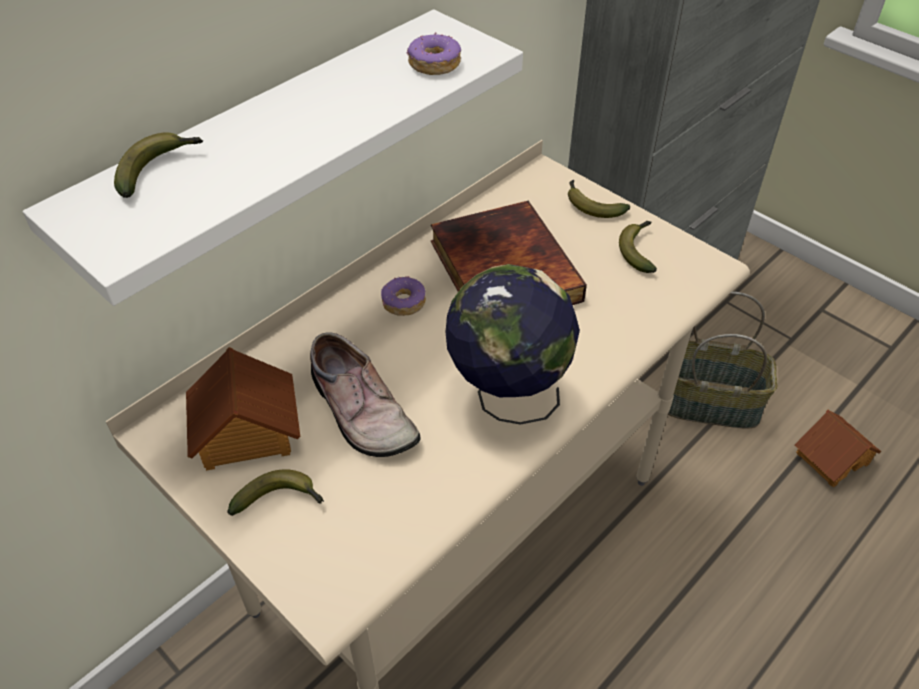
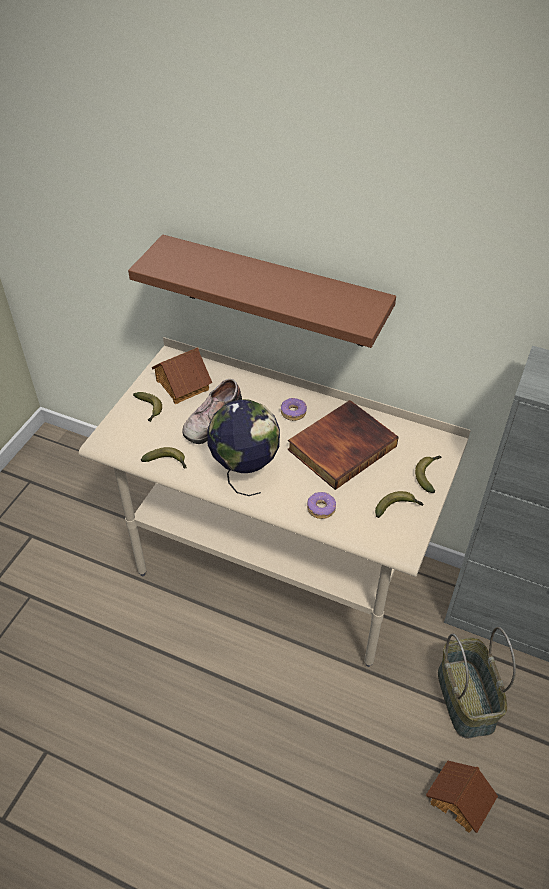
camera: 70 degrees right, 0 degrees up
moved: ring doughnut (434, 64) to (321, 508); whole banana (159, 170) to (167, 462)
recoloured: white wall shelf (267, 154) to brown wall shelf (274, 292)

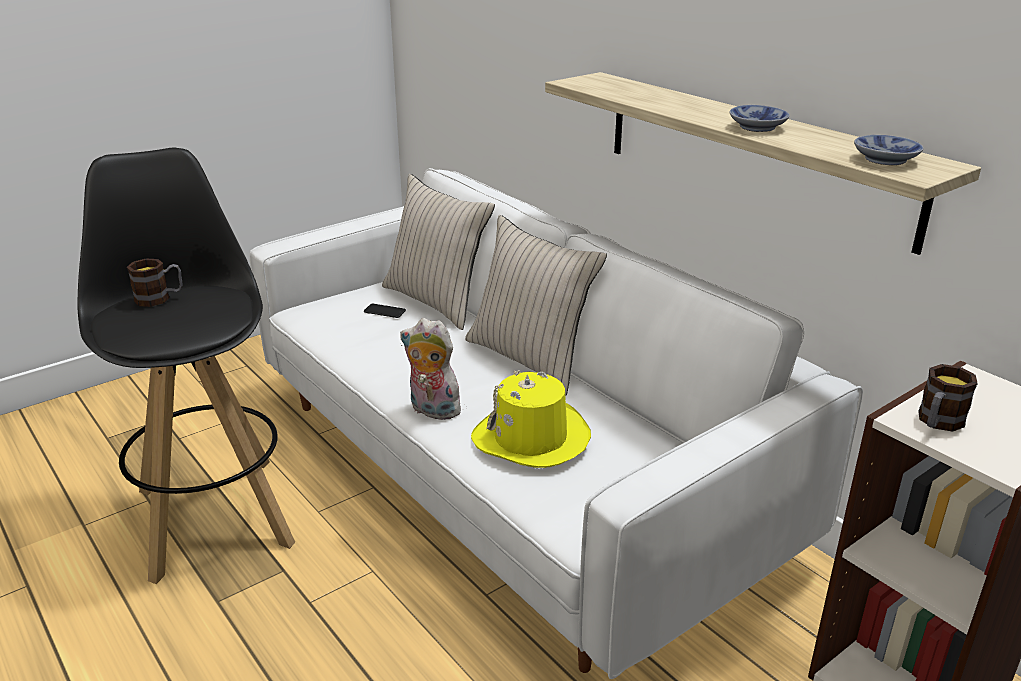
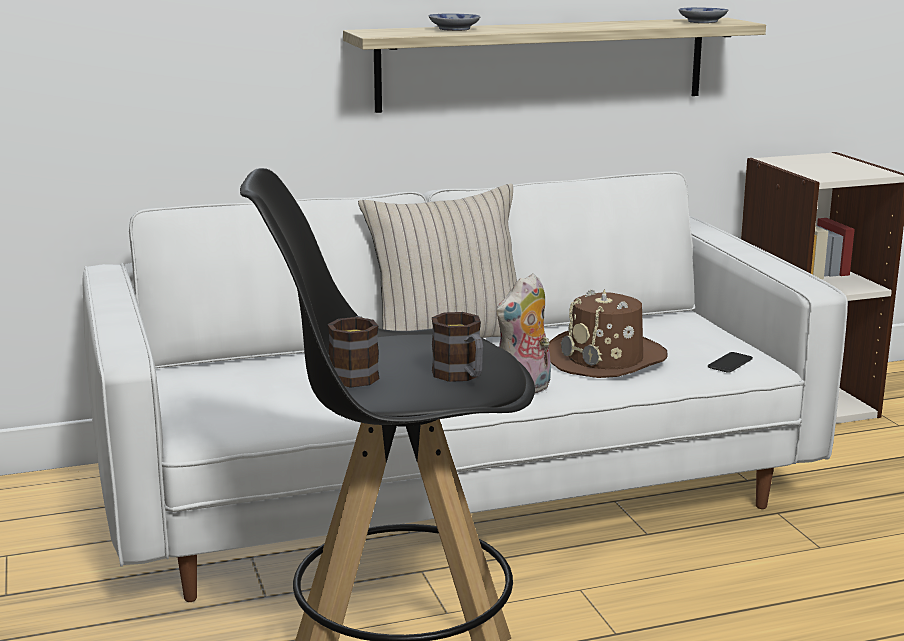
camera: 70 degrees left, 10 degrees down
removed: sand-coloured pillow (437, 301)
moved: serving bowl (755, 127) to (452, 29); telephone (384, 311) to (730, 363); tea mug (937, 423) to (461, 376)
recoloured: yellow clothing hat (531, 438) to brown clothing hat (606, 359)

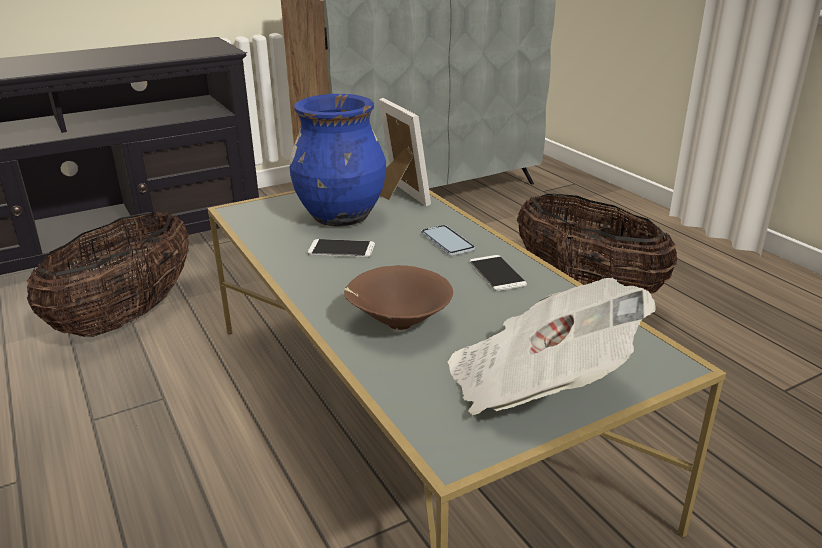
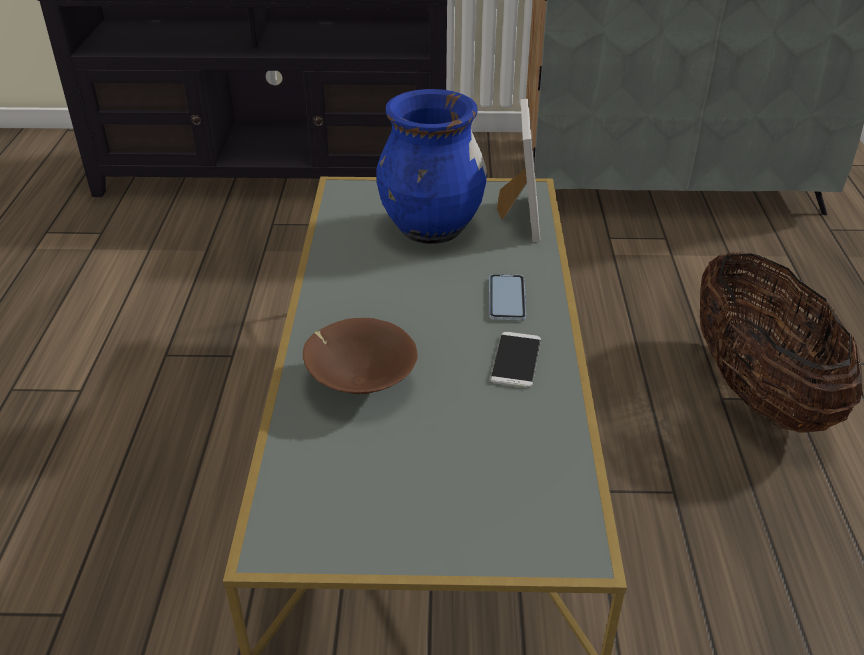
camera: 30 degrees right, 10 degrees up
removed: storage basket (127, 316); telephone (341, 249); daily paper (537, 385)

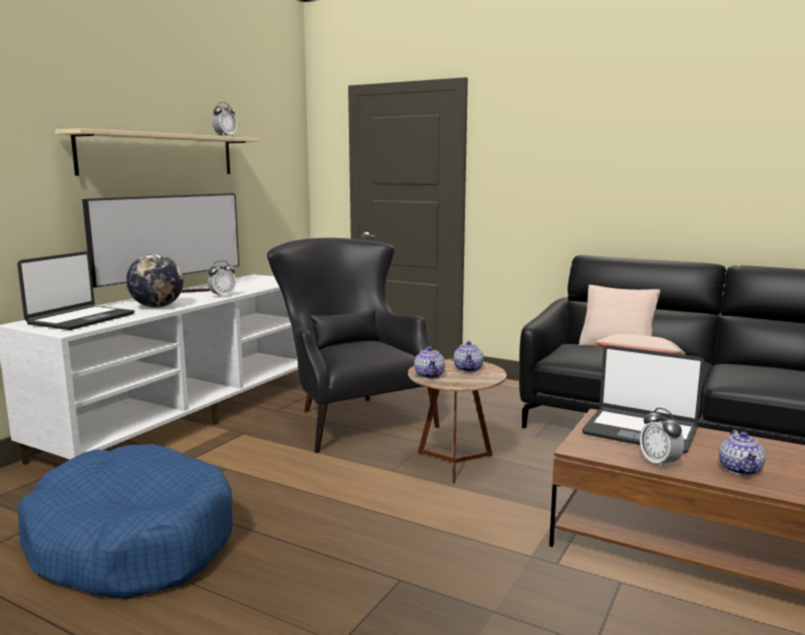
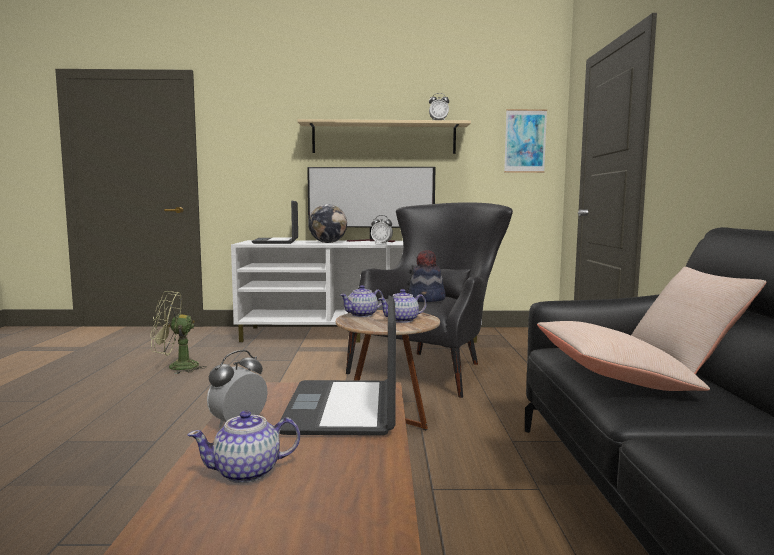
camera: 60 degrees right, 5 degrees down
added: wall picture (525, 141); clothing hat (427, 299)
replaced: blue dog bed (131, 543) to green-coloured cooling fan (176, 367)
turned: notebook computer (80, 319) = (277, 242) 90 degrees clockwise

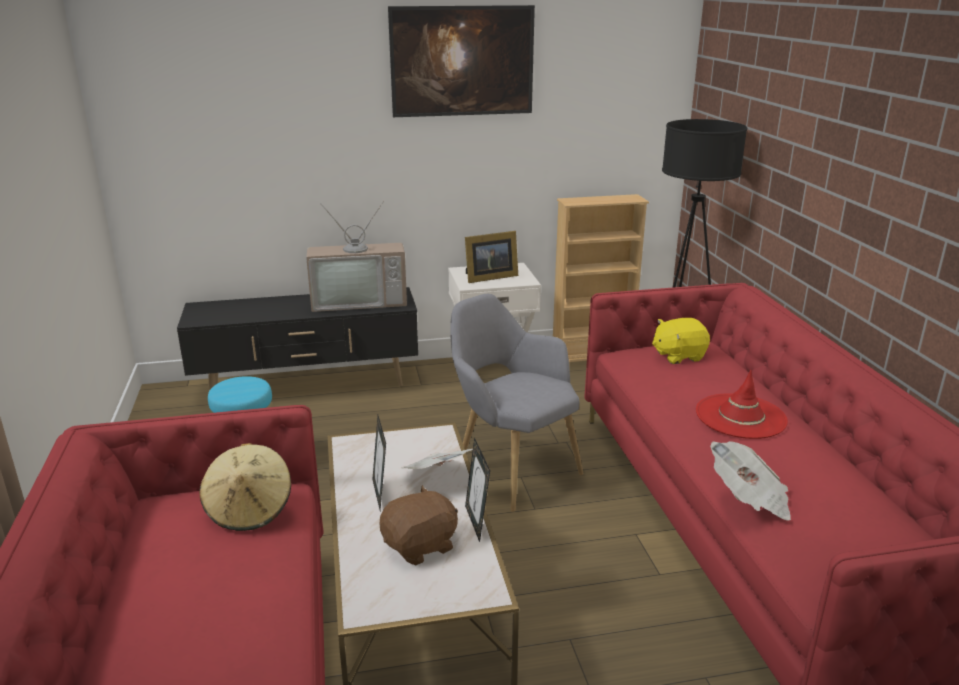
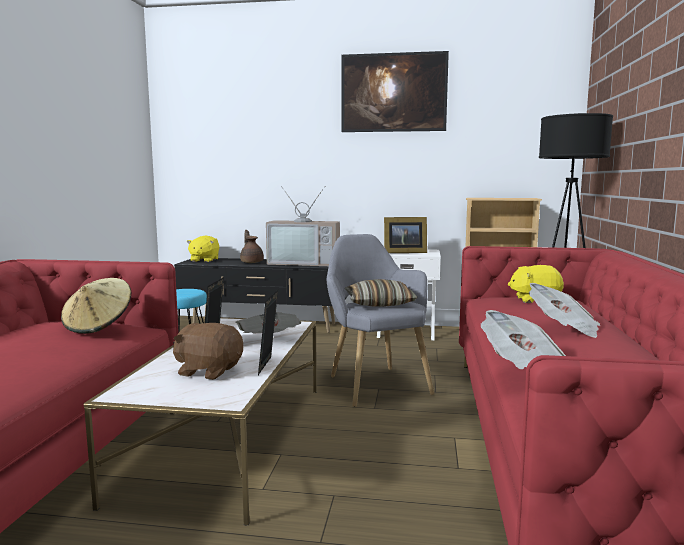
camera: 20 degrees right, 15 degrees down
added: brown tea pot (252, 262); yellow soft toy (204, 260); pillow (379, 303)
replaced: red clothing hat (740, 416) to daily paper (563, 328)
turned: brown soft toy (420, 546) = (209, 371) 150 degrees counterclockwise

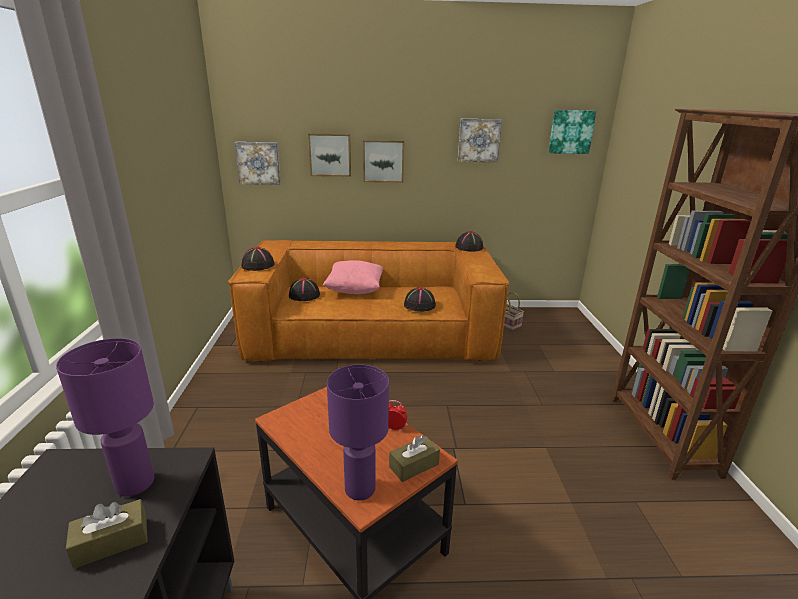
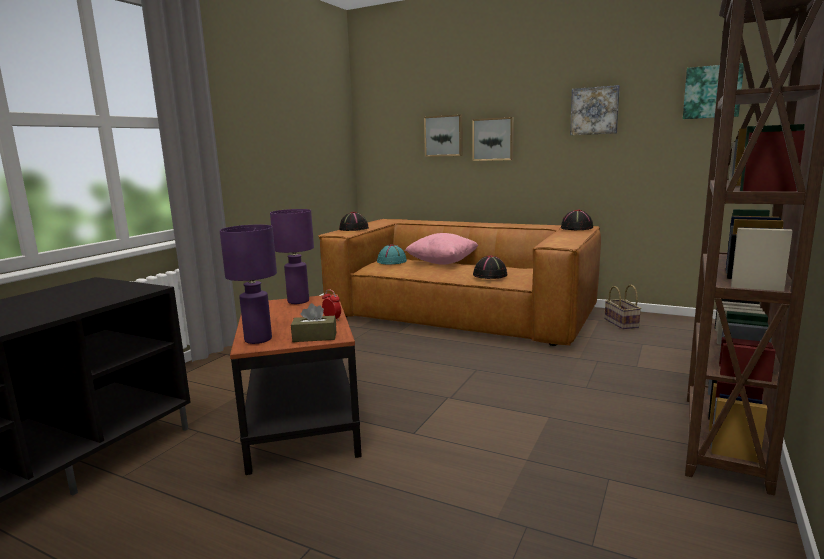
camera: 30 degrees right, 10 degrees down
removed: wall picture (258, 163); brown tissue box (112, 542)
moved: purple tabletop lamp (136, 483) to (299, 301)
recoloured: black clothing hat (304, 295) to turquoise clothing hat (392, 261)

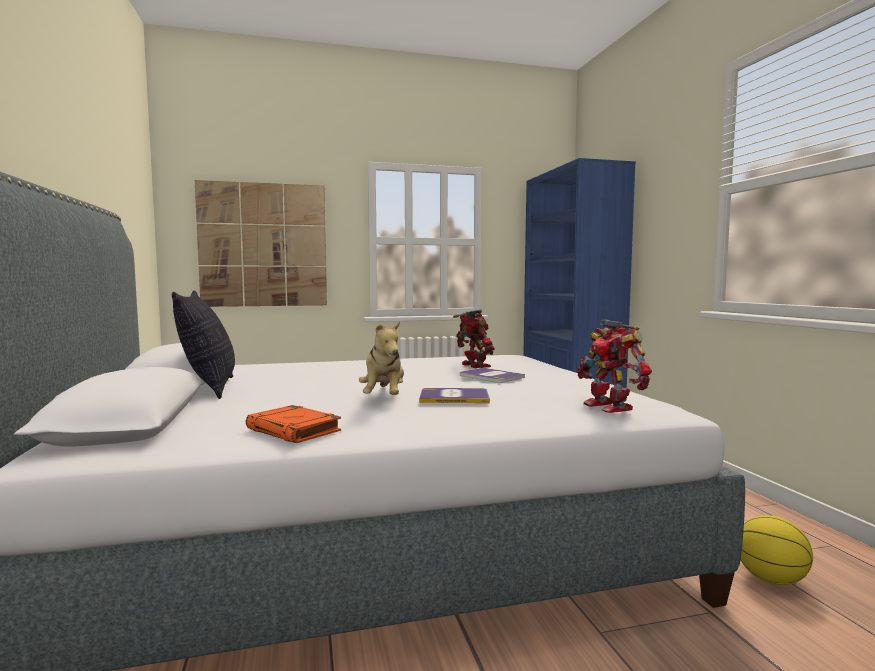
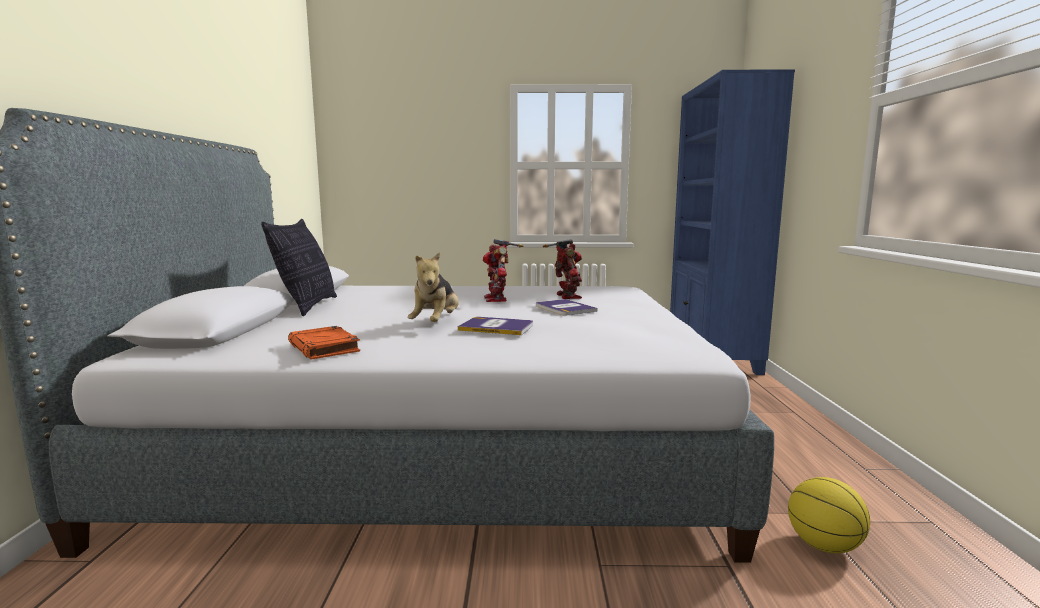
camera: 15 degrees right, 5 degrees up
removed: wall picture (263, 245)
moved: toy robot (610, 406) to (497, 299)

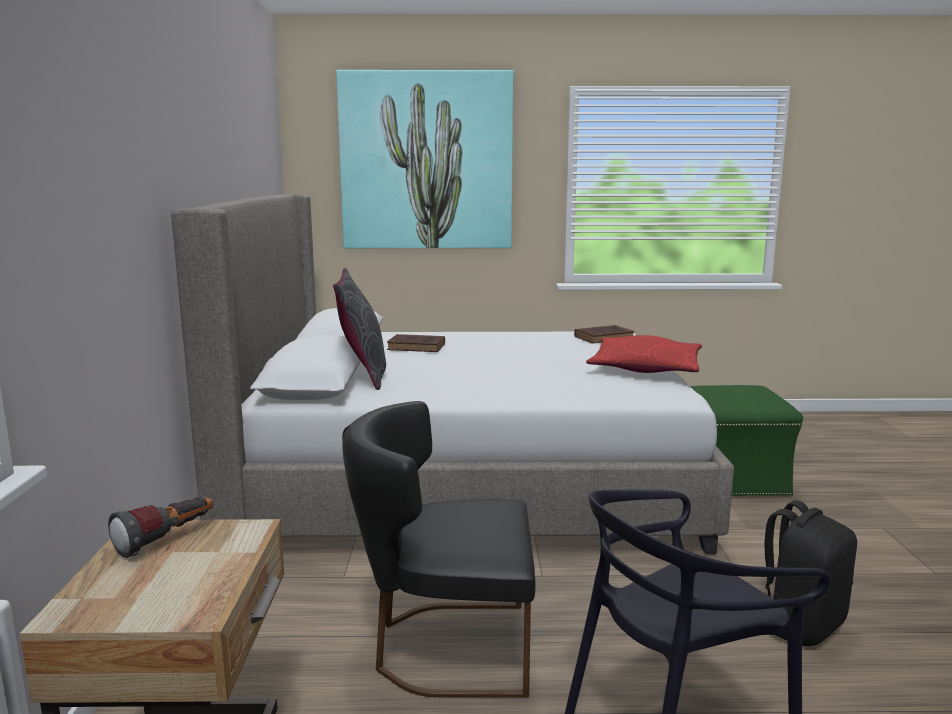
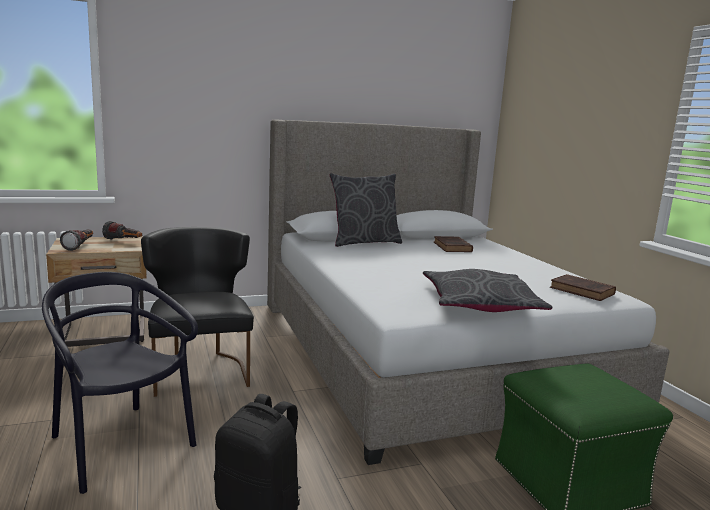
camera: 70 degrees right, 0 degrees up
removed: wall picture (426, 161)
added: flashlight (80, 246)
recoloured: red pillow (645, 369) to gray pillow (480, 304)

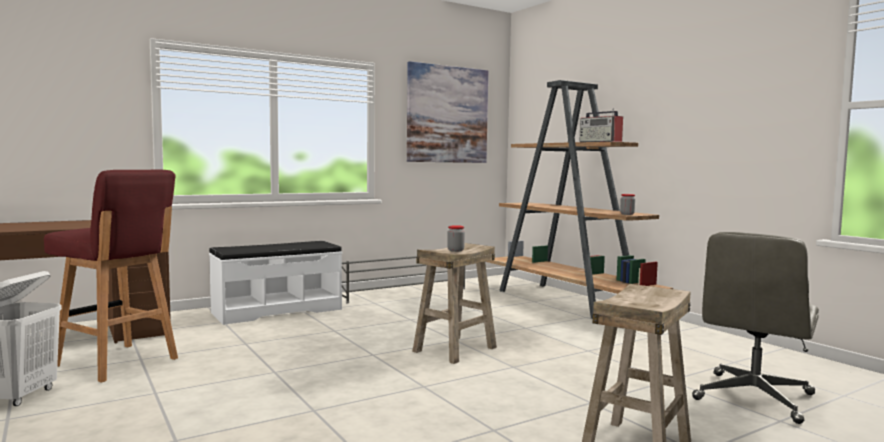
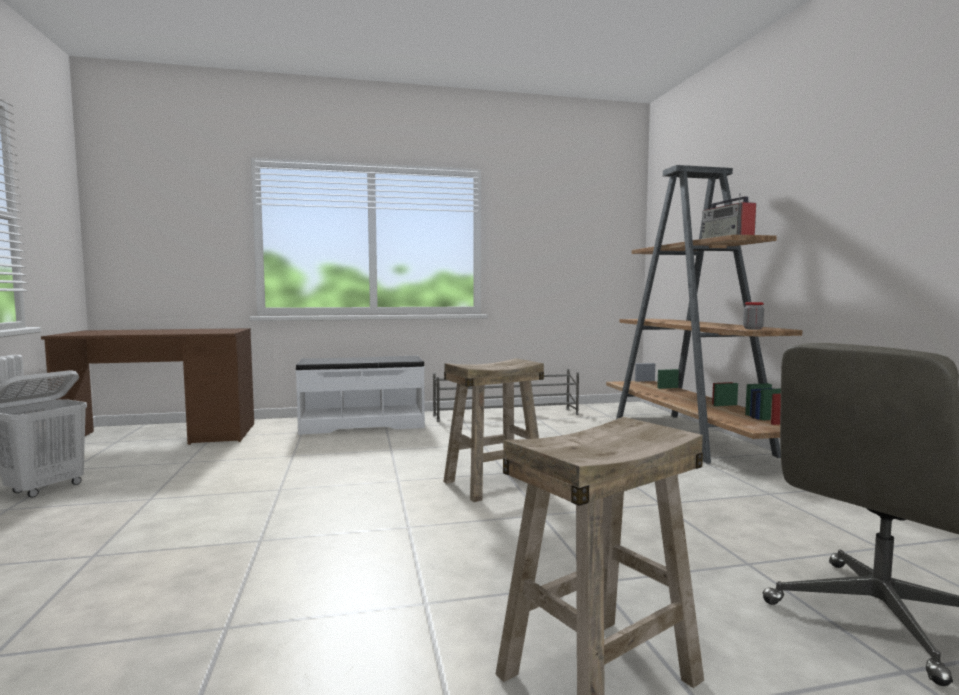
camera: 20 degrees right, 0 degrees up
removed: wall picture (447, 114); red sitting stool (117, 363); jar (455, 250)

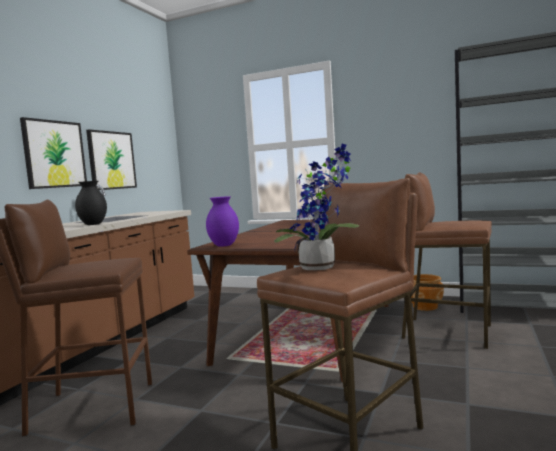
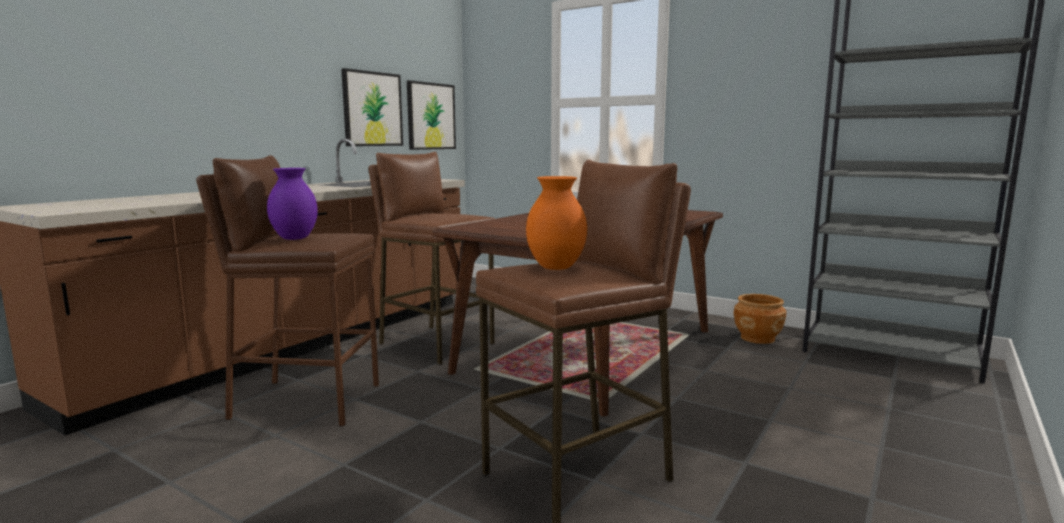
camera: 10 degrees right, 5 degrees up
removed: black flower vase (92, 224)
moved: wall picture (54, 154) to (430, 116); brown sitting stool (446, 332) to (436, 343); purple flower vase (224, 245) to (294, 238)
replaced: plant in a pot (322, 268) to orange flower vase (556, 268)

